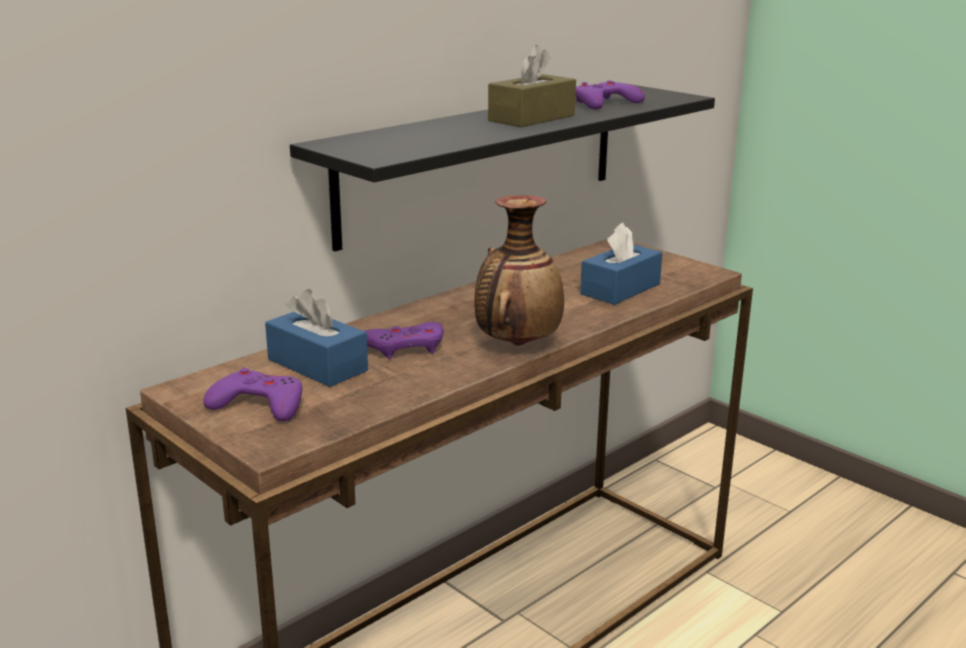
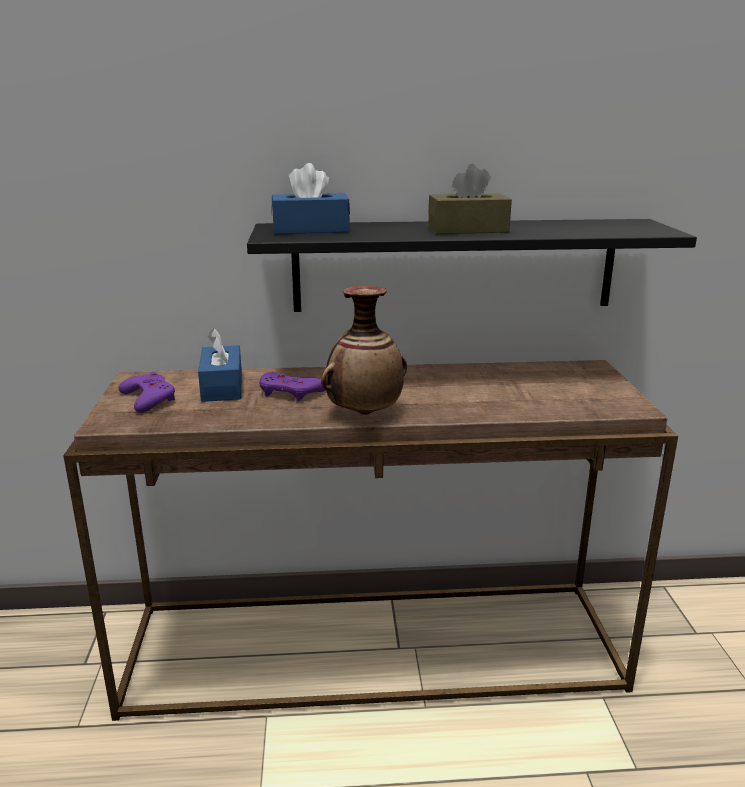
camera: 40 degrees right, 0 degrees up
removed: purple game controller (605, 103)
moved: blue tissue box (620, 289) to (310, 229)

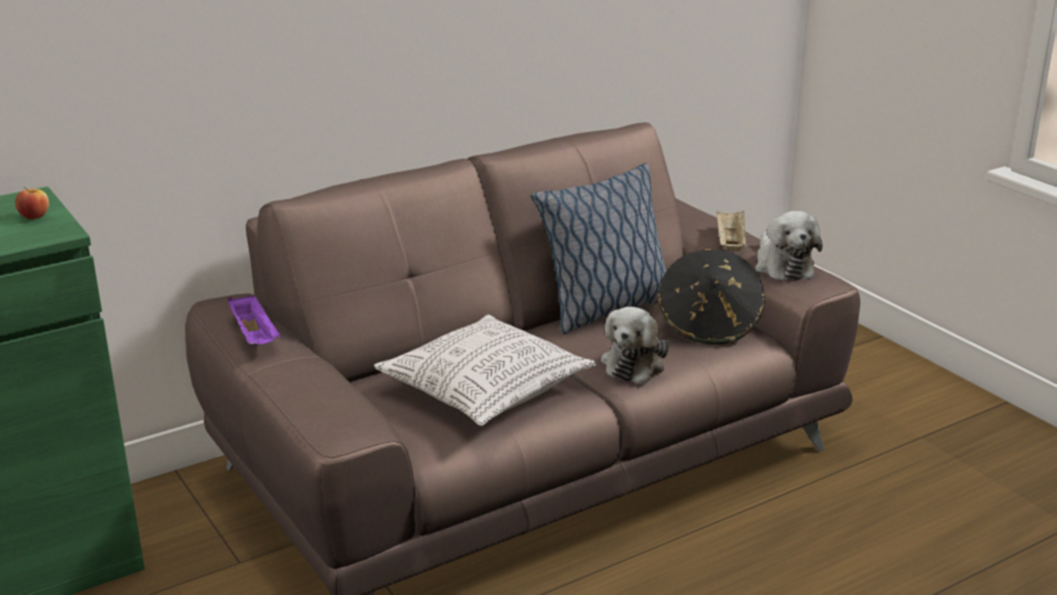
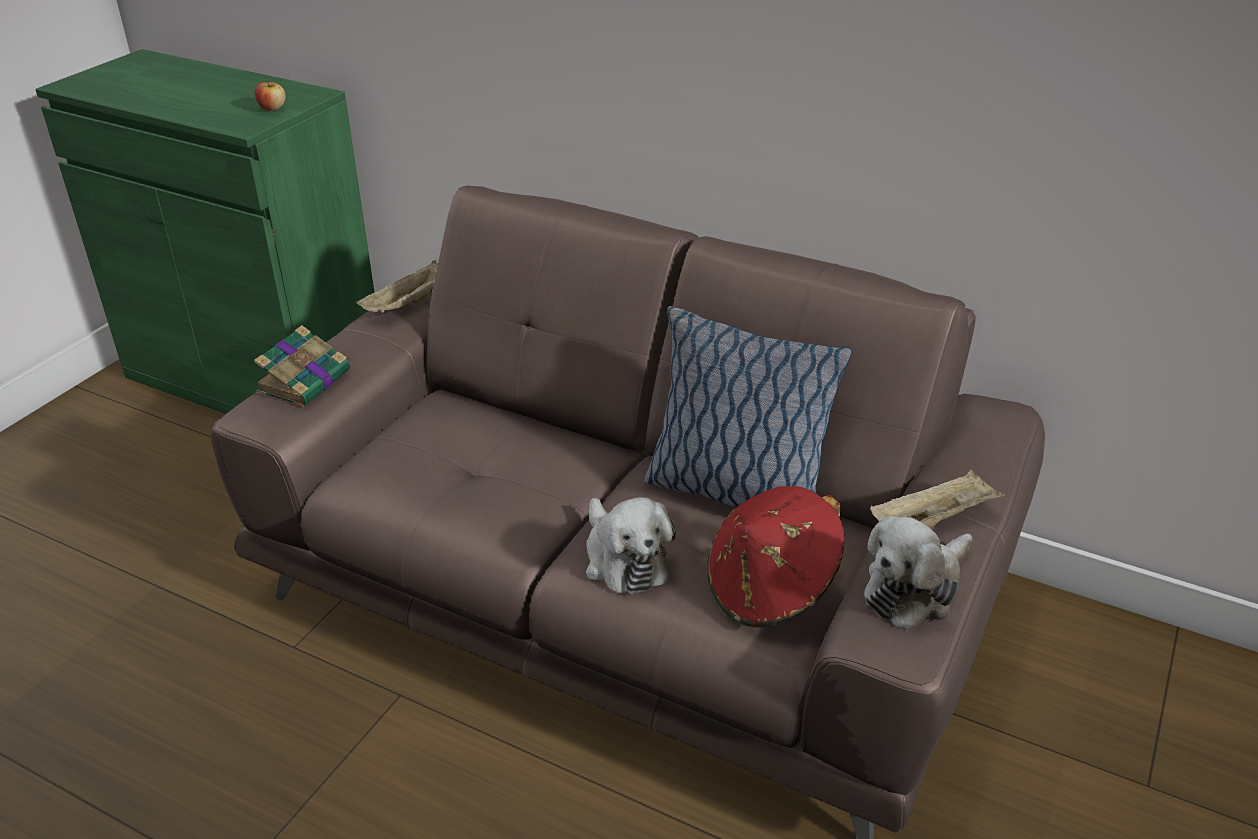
camera: 60 degrees right, 10 degrees up
removed: pillow (485, 391)
added: book (306, 380)
recoloured: black clothing hat (709, 325) to red clothing hat (771, 589); purple carrying tray (255, 337) to sand-coloured carrying tray (407, 304)
turned: soft toy (635, 363) = (623, 559) 105 degrees counterclockwise

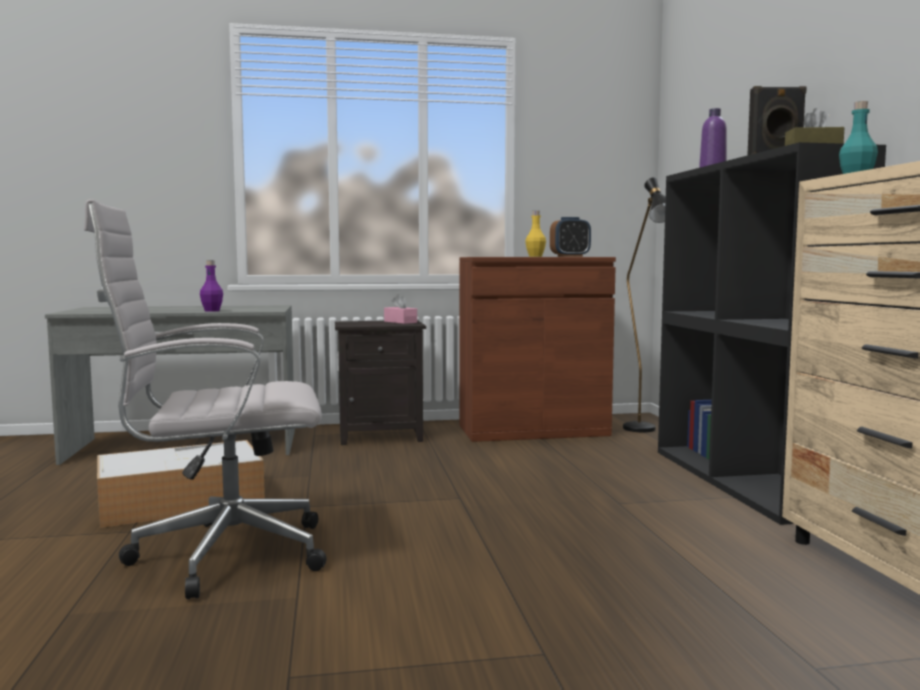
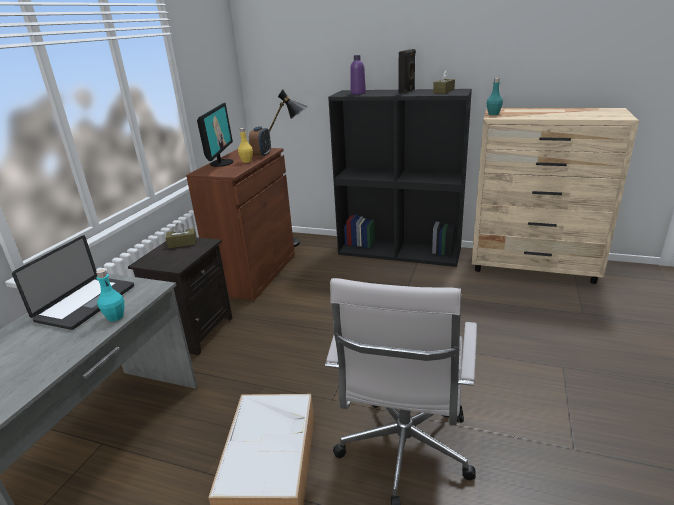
camera: 60 degrees left, 20 degrees up
added: computer display (221, 163); notebook computer (86, 303)
recoloured: purple beverage bottle (212, 311) to turquoise beverage bottle (115, 317); pink-coloured tissue box (400, 322) to brown tissue box (182, 243)

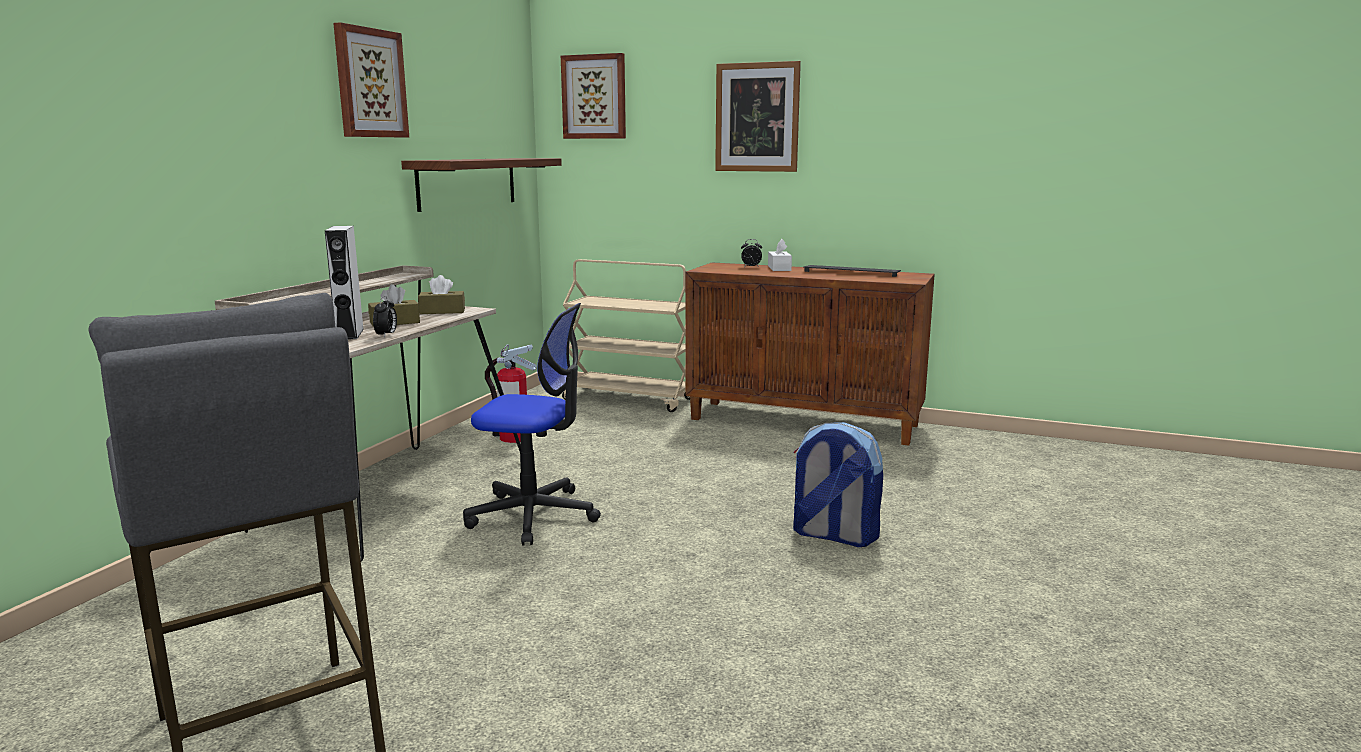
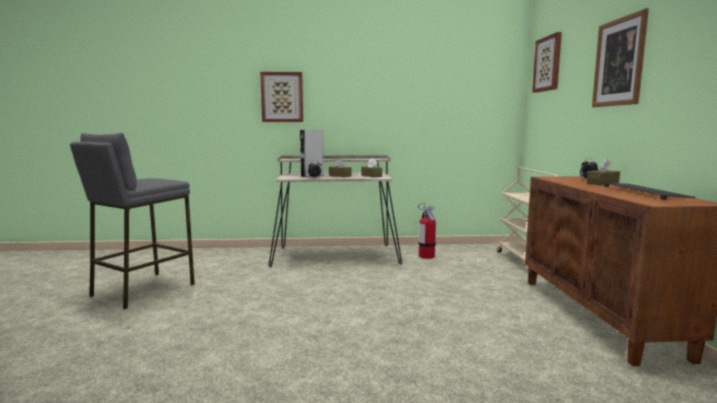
camera: 65 degrees right, 5 degrees down
removed: wall shelf (467, 183); computer chair (533, 515); knapsack (833, 535)
moved: wall picture (370, 83) to (282, 97)
recoloured: white tissue box (779, 268) to brown tissue box (602, 183)

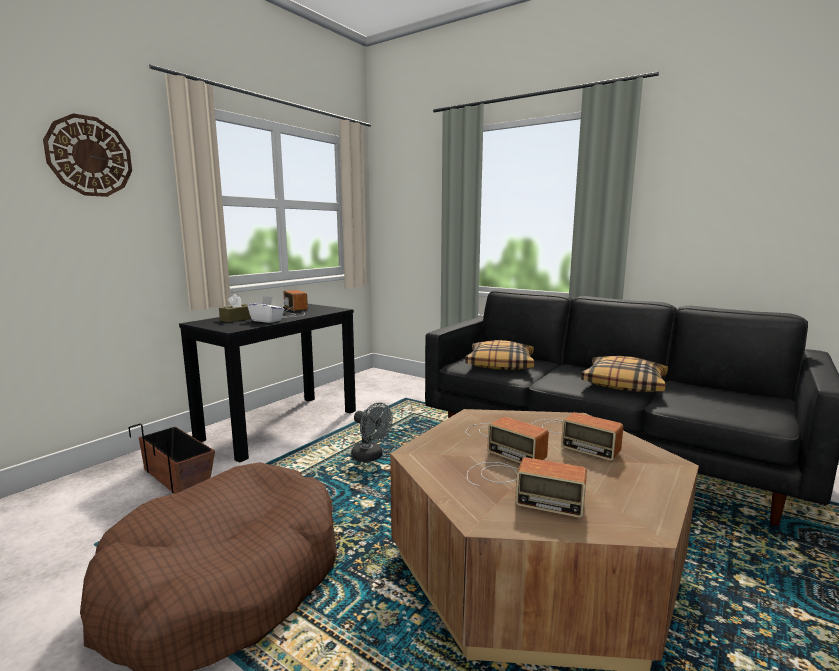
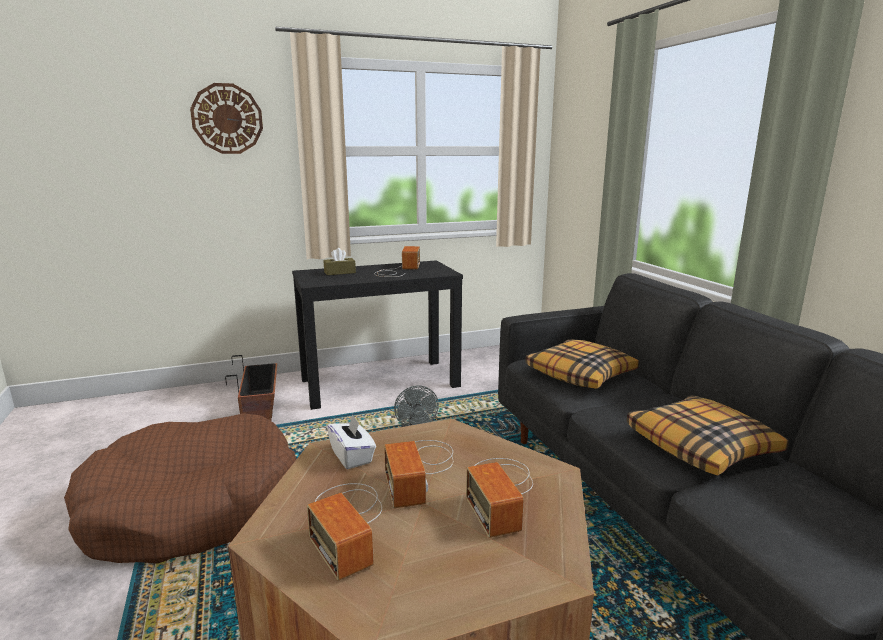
camera: 35 degrees right, 5 degrees up
moved: white tissue box (267, 320) to (352, 456)

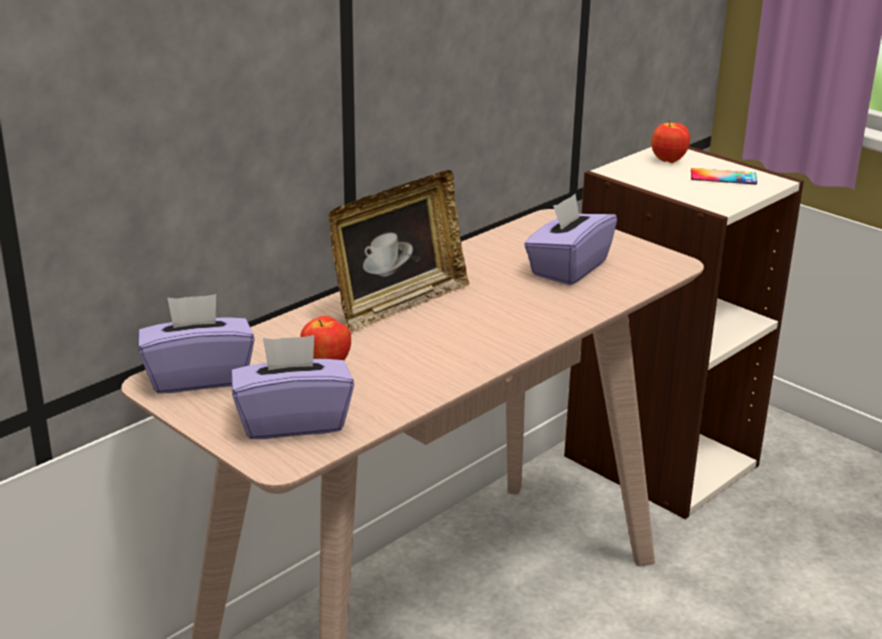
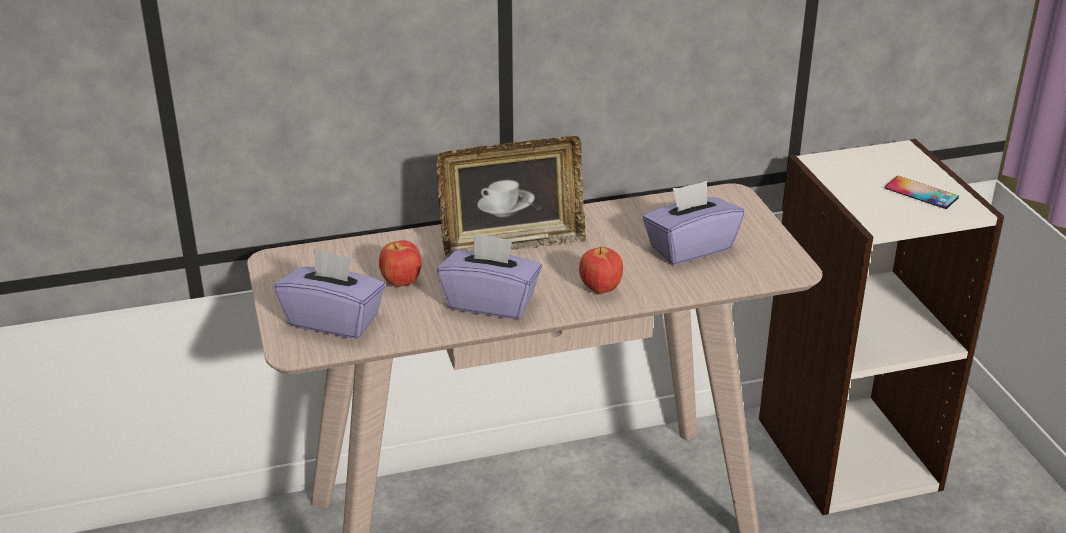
camera: 30 degrees right, 5 degrees up
moved: apple (668, 161) to (600, 290); purple tissue box (198, 377) to (491, 302)

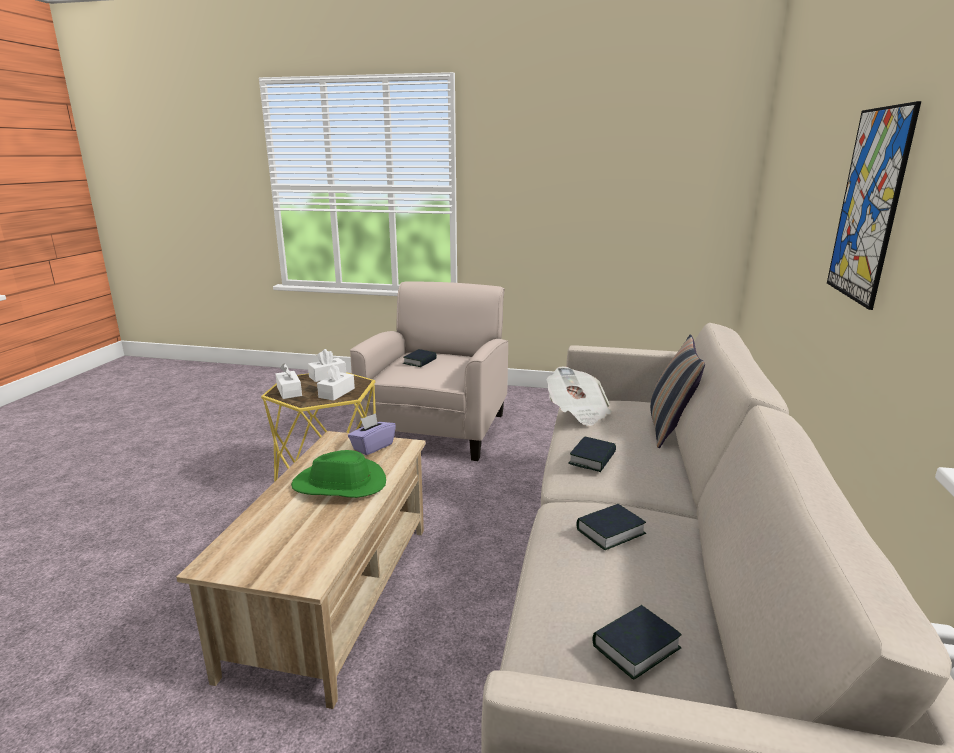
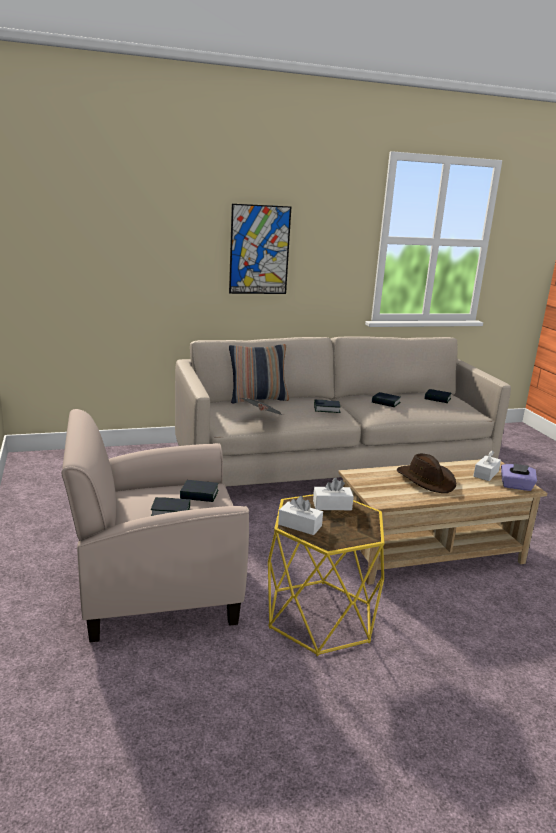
camera: 120 degrees left, 0 degrees up
added: book (199, 495)
moved: white tissue box (289, 391) to (486, 474); purple tissue box (372, 447) to (516, 486)
recoloured: green-coloured clothing hat (340, 485) to brown clothing hat (426, 480)

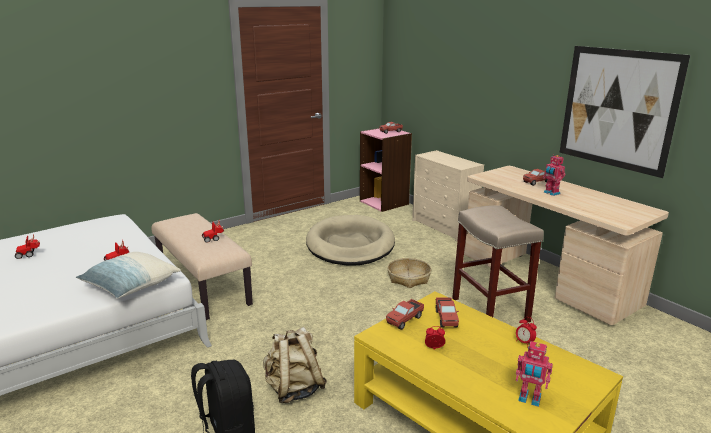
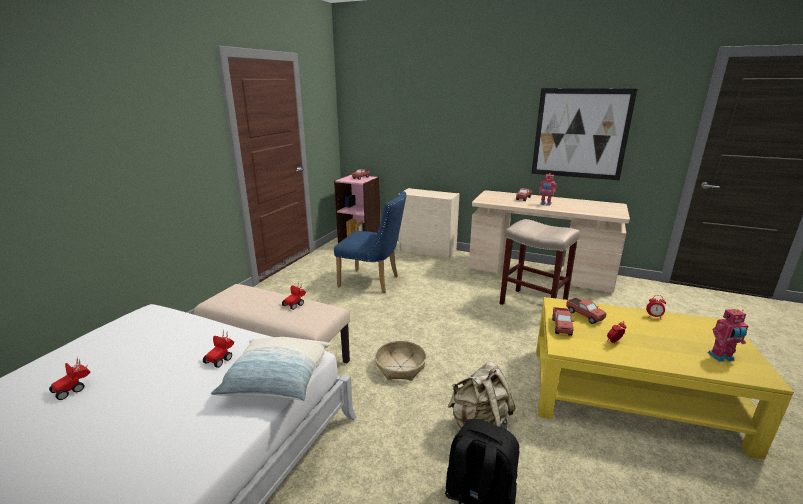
camera: 30 degrees left, 0 degrees up
moved: storage basket (409, 278) to (400, 366)
replaced: sand-coloured dog bed (350, 245) to blue upright chair (373, 282)

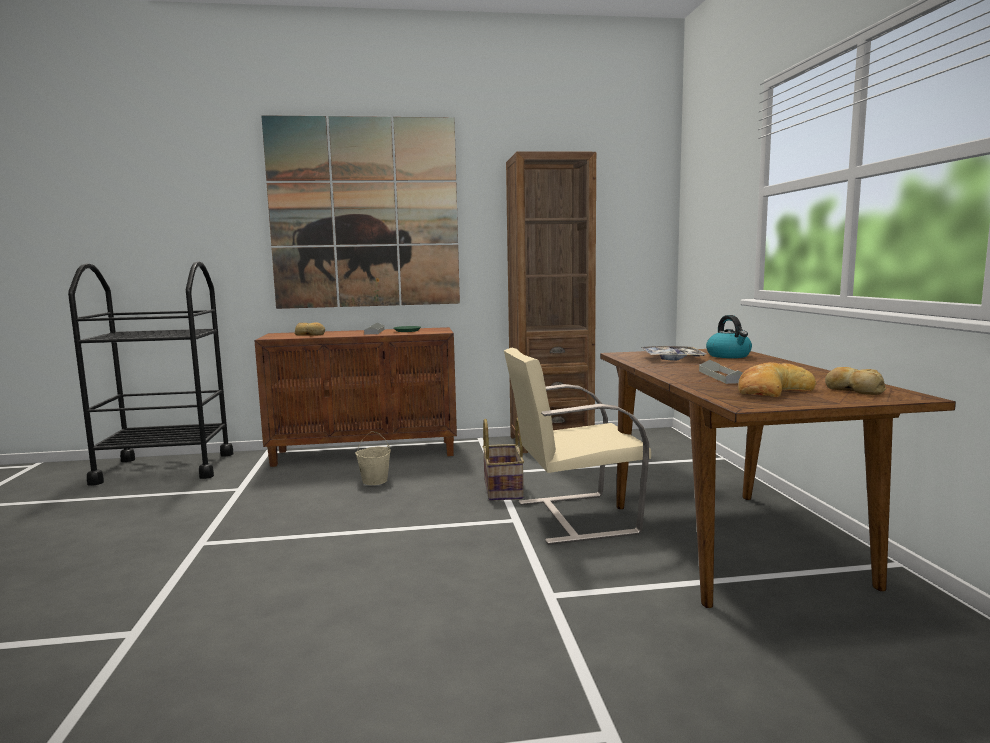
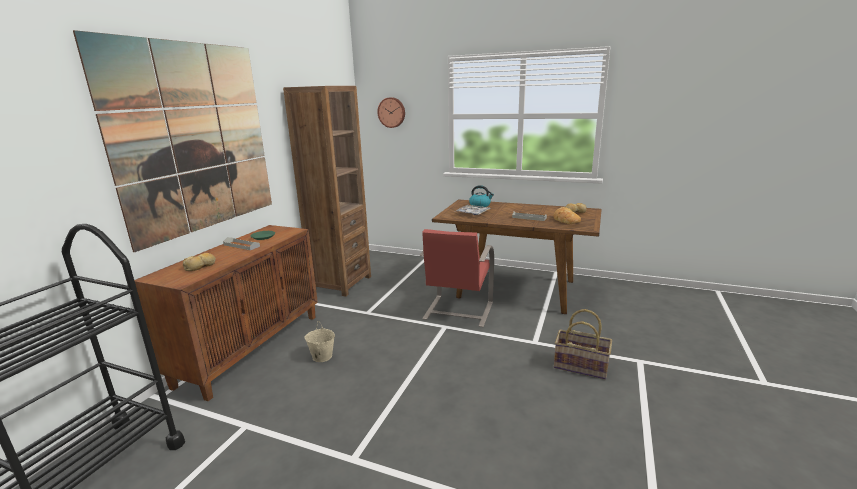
camera: 60 degrees left, 10 degrees up
added: wall clock (392, 112)
moved: storage basket (504, 489) to (581, 366)
recoloured: sand-coloured upright chair (573, 517) to red upright chair (457, 311)

